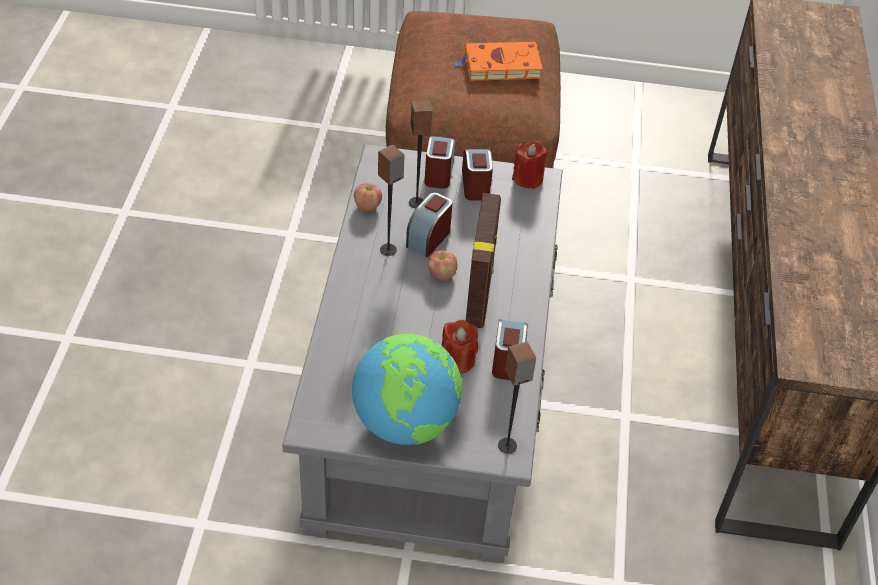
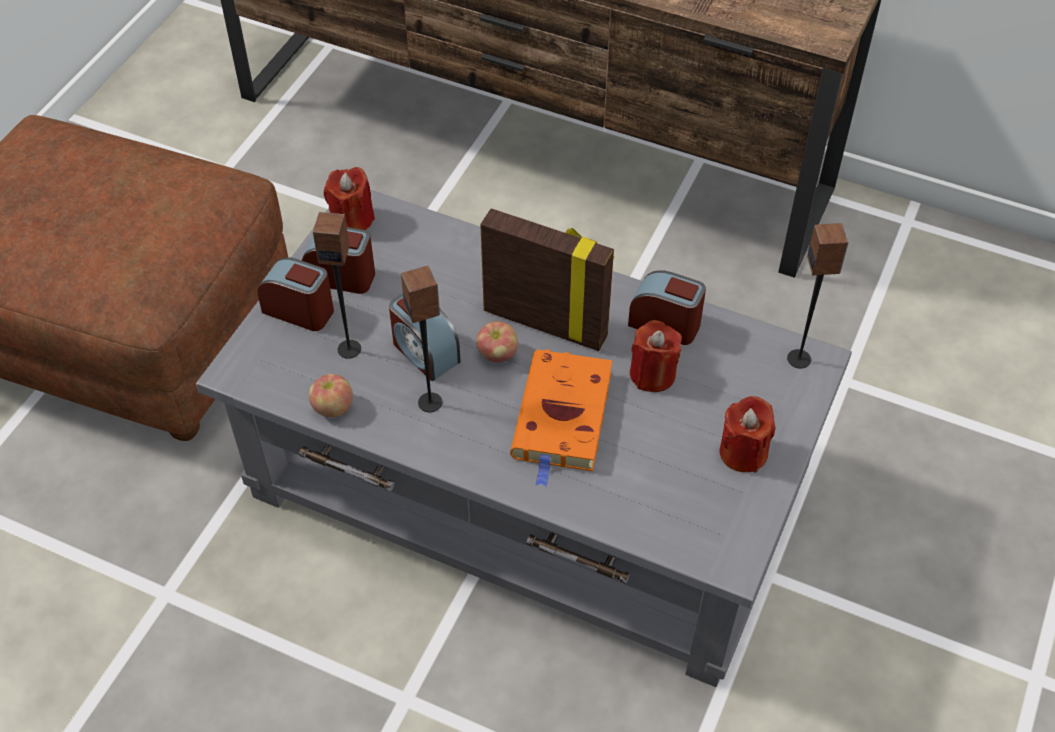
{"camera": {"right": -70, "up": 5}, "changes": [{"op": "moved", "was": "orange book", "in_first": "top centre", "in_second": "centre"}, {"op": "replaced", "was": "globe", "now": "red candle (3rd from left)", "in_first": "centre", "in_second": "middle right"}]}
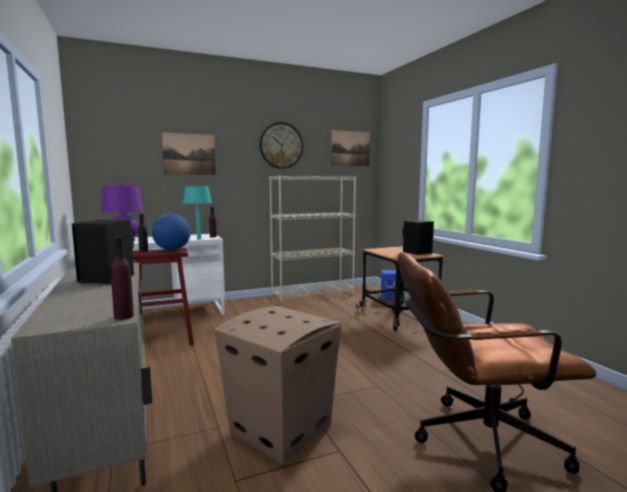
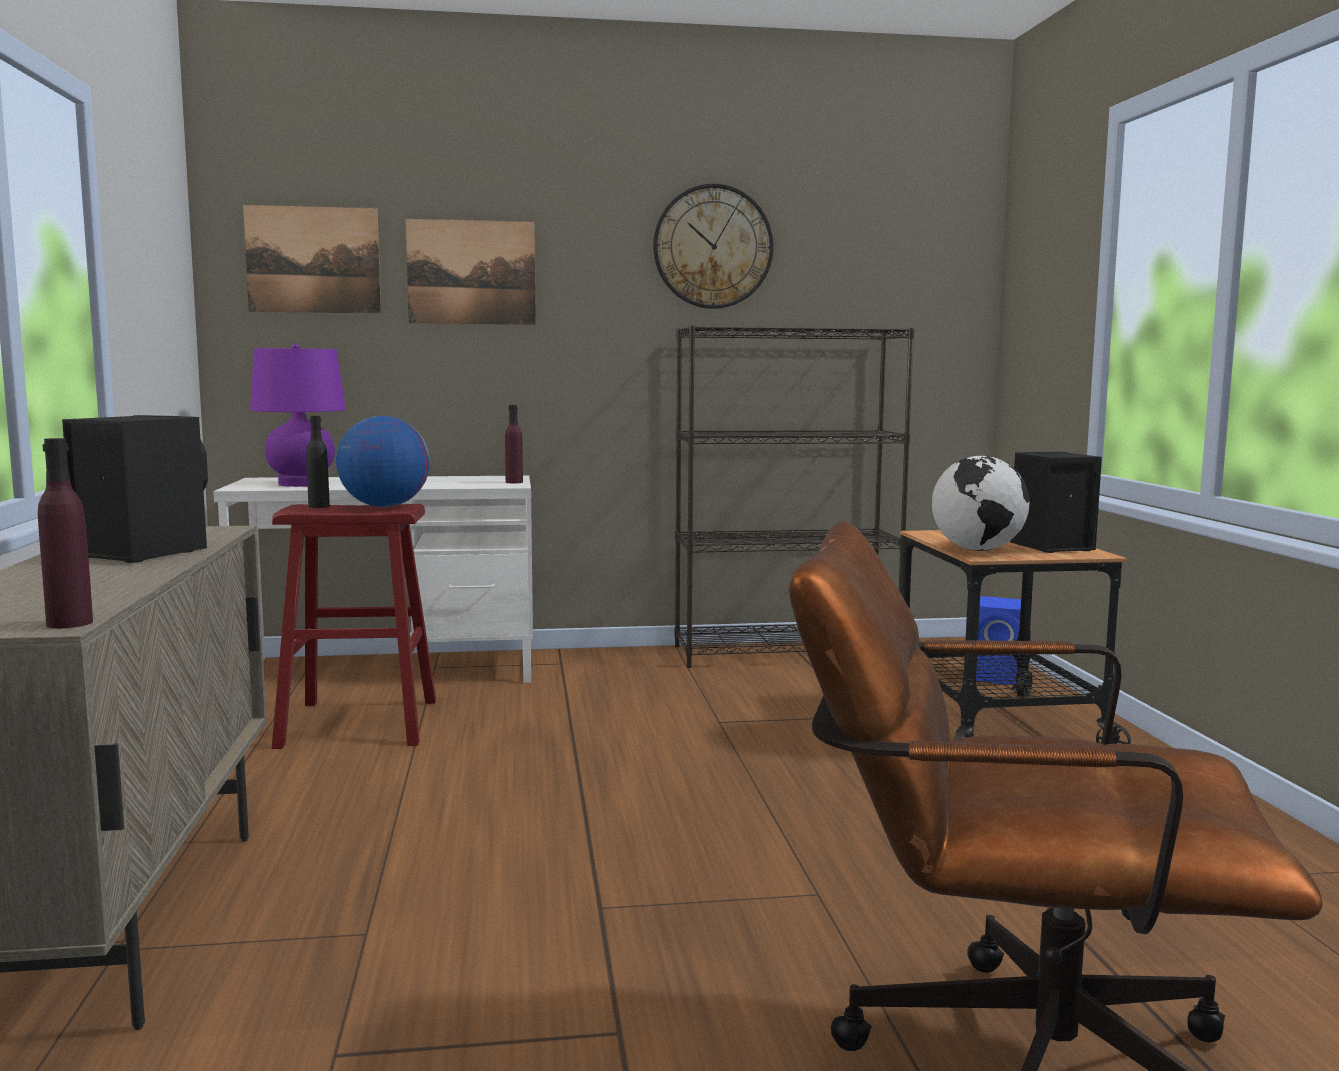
{"camera": {"right": 15, "up": 0}, "changes": [{"op": "removed", "was": "turquoise-coloured tabletop lamp", "in_first": "middle left"}, {"op": "removed", "was": "cardboard box", "in_first": "bottom centre"}, {"op": "added", "now": "globe (2nd from left)", "in_second": "middle right"}, {"op": "moved", "was": "wall art (2nd from left in the first image)", "now": "wall art (1st from left)", "in_first": "top centre", "in_second": "top left"}, {"op": "recoloured", "was": "beige-coloured shelving unit", "now": "black-coloured shelving unit", "in_first": "centre", "in_second": "centre"}]}
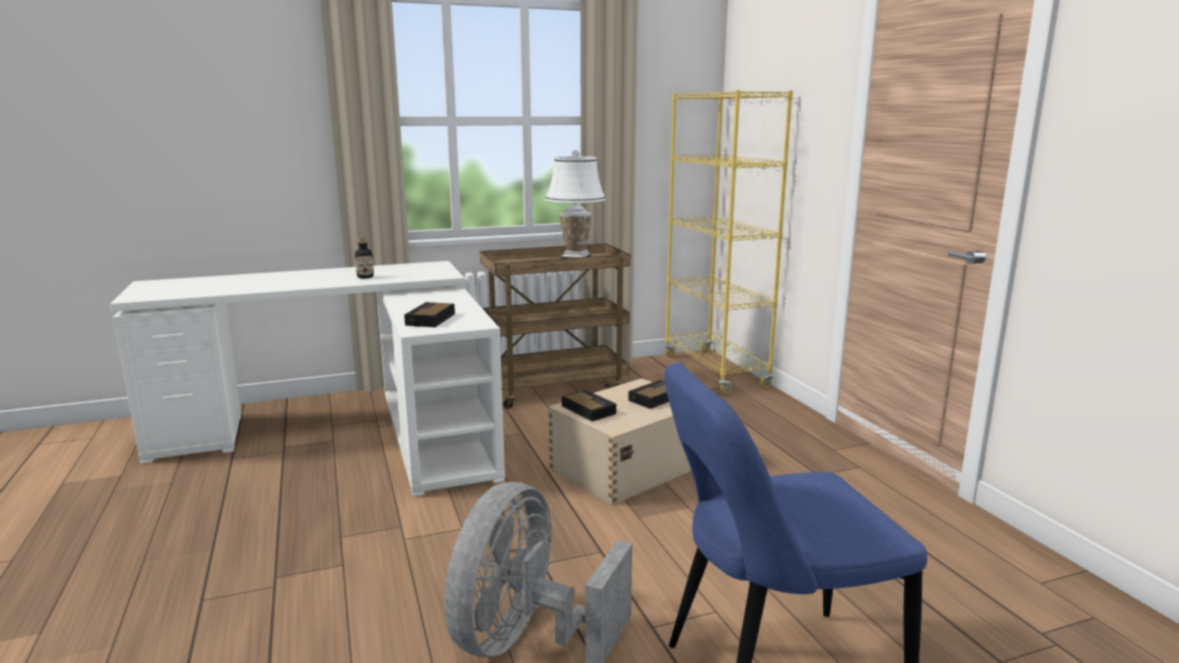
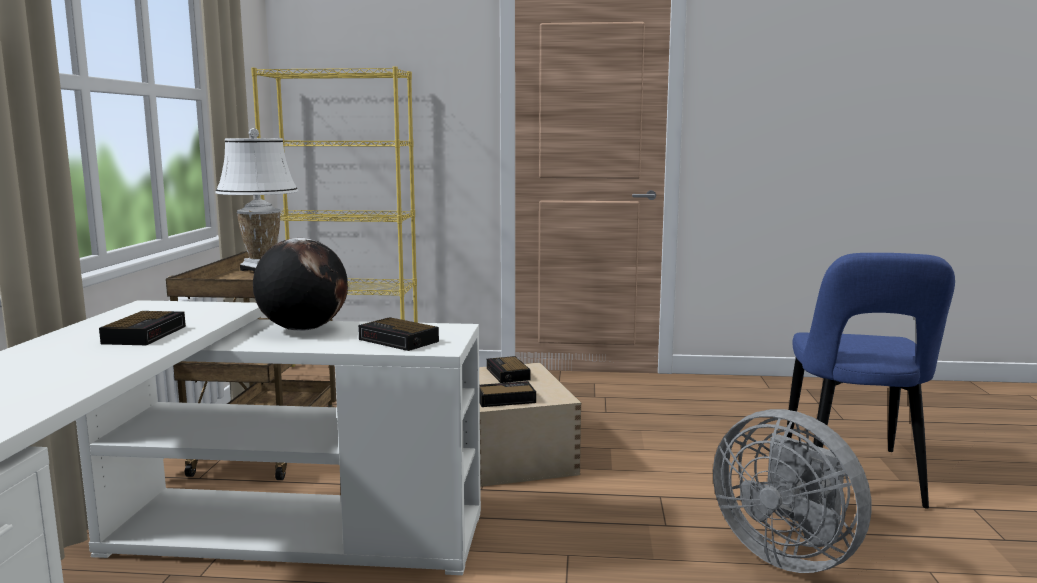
{"camera": {"right": -65, "up": -5}, "changes": [{"op": "added", "now": "globe", "in_second": "middle left"}, {"op": "replaced", "was": "drink bottle", "now": "alarm clock (1st from left)", "in_first": "middle left", "in_second": "middle left"}]}
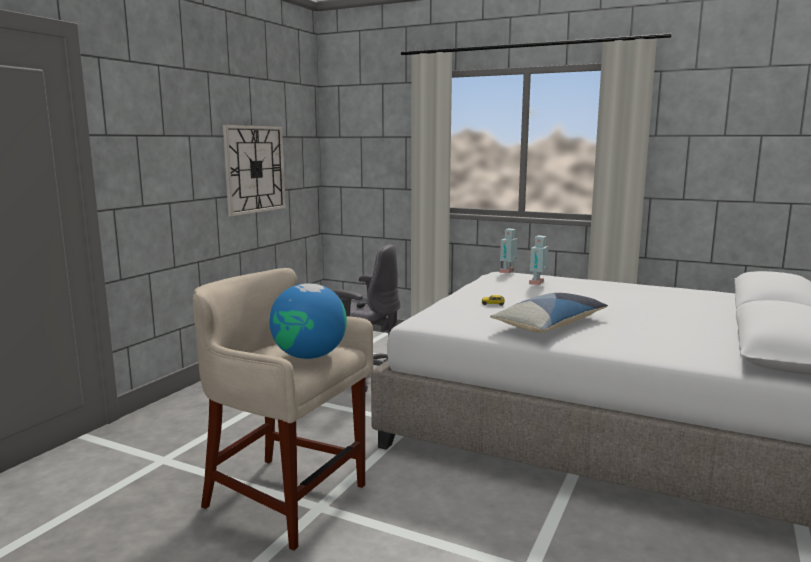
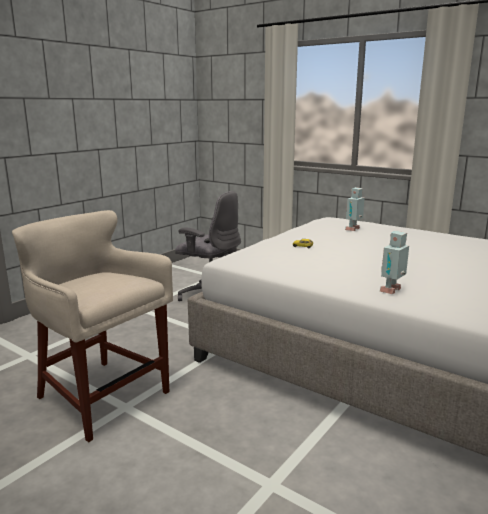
{"camera": {"right": 10, "up": 5}, "changes": [{"op": "removed", "was": "wall clock", "in_first": "top left"}, {"op": "removed", "was": "globe", "in_first": "centre"}, {"op": "removed", "was": "pillow", "in_first": "middle right"}, {"op": "moved", "was": "model robot (1st from left in the first image)", "now": "model robot (2nd from left)", "in_first": "centre", "in_second": "middle right"}]}
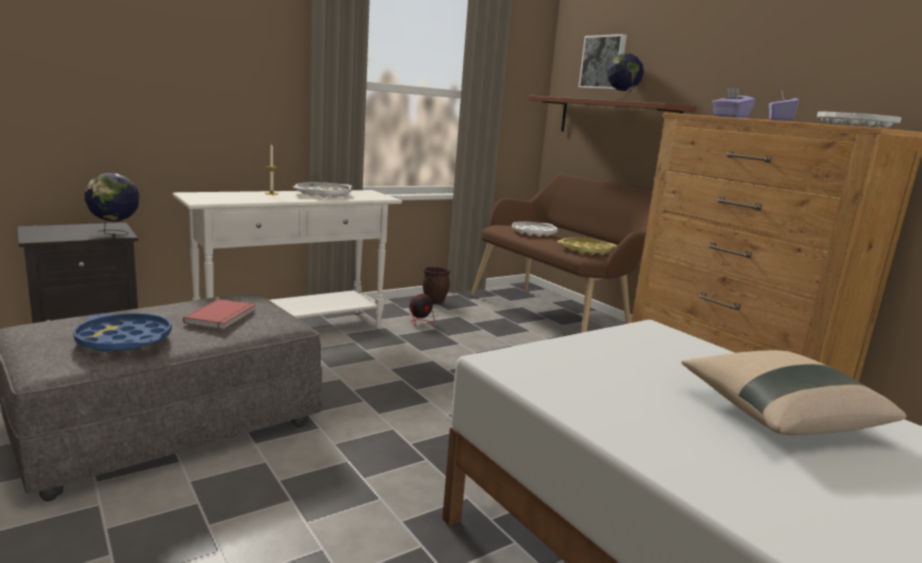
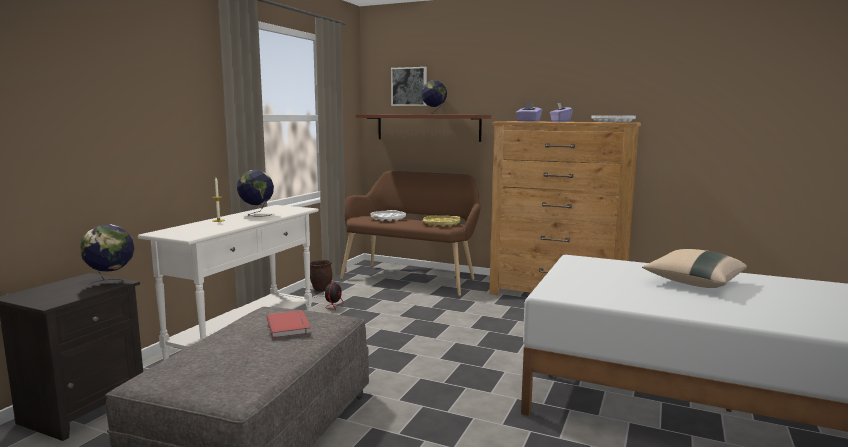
{"camera": {"right": -30, "up": -5}, "changes": [{"op": "removed", "was": "blue-coloured tray", "in_first": "middle left"}, {"op": "replaced", "was": "white tray (1st from left)", "now": "globe (2nd from left)", "in_first": "centre", "in_second": "middle left"}]}
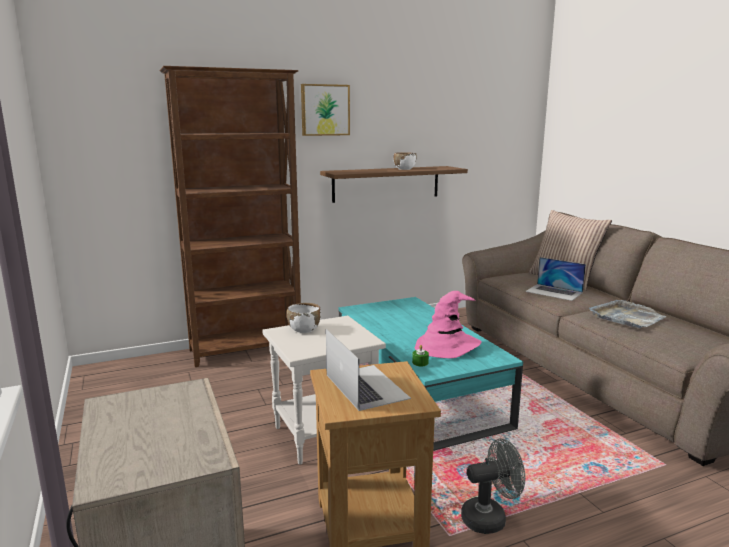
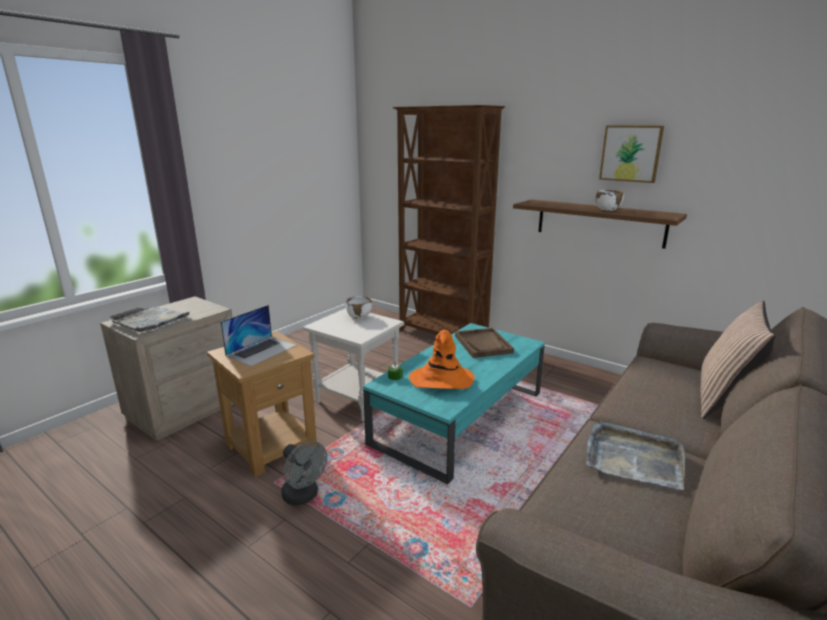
{"camera": {"right": 60, "up": 5}, "changes": [{"op": "removed", "was": "laptop (2nd from left)", "in_first": "middle right"}, {"op": "added", "now": "grey tray (1st from left)", "in_second": "middle left"}, {"op": "added", "now": "brown tray", "in_second": "centre"}, {"op": "moved", "was": "wall art", "in_first": "top centre", "in_second": "top right"}, {"op": "recoloured", "was": "pink clothing hat", "now": "orange clothing hat", "in_first": "centre", "in_second": "centre"}]}
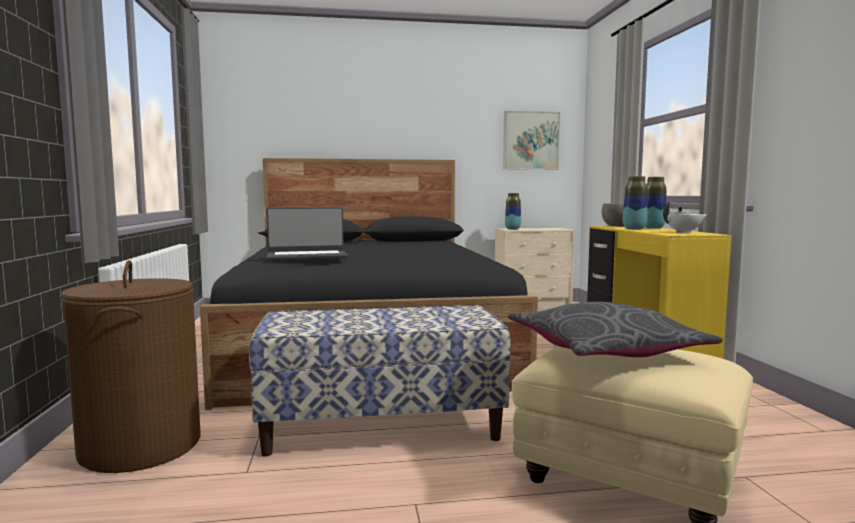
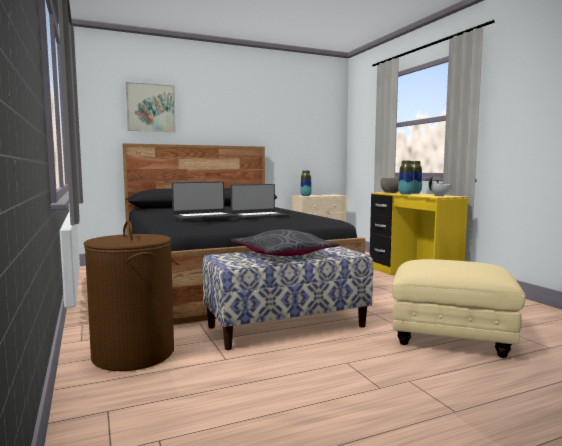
{"camera": {"right": -15, "up": 0}, "changes": [{"op": "added", "now": "laptop (2nd from left)", "in_second": "centre"}, {"op": "moved", "was": "wall art", "in_first": "top centre", "in_second": "top left"}, {"op": "moved", "was": "grey pillow", "in_first": "middle right", "in_second": "centre"}]}
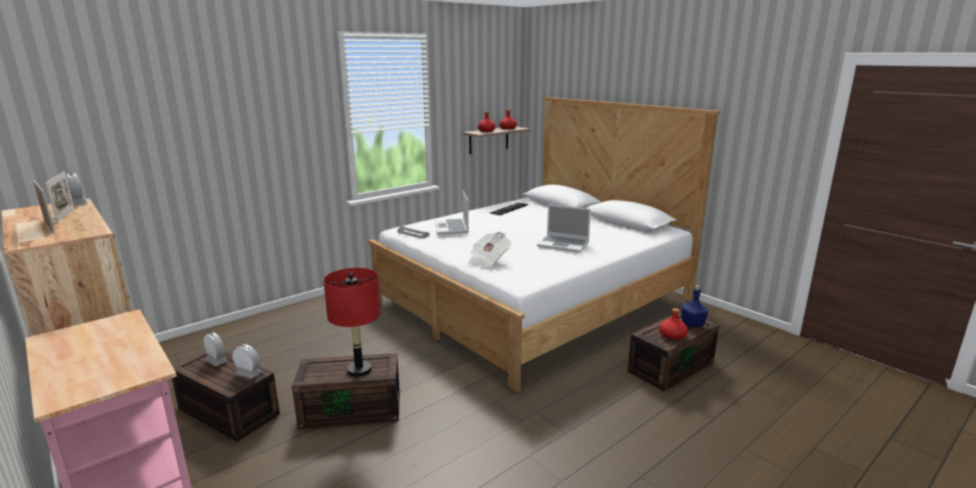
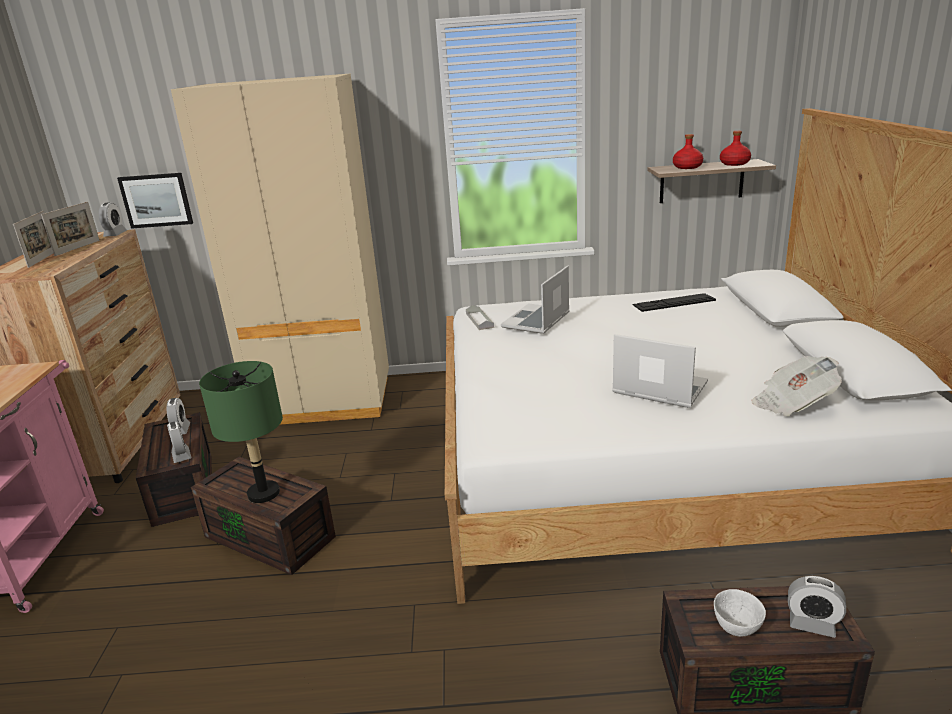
{"camera": {"right": 40, "up": 5}, "changes": [{"op": "added", "now": "wall art", "in_second": "top left"}, {"op": "added", "now": "beige-coloured wardrobe", "in_second": "middle left"}, {"op": "moved", "was": "daily paper", "in_first": "centre", "in_second": "middle right"}, {"op": "replaced", "was": "red drink bottle (3rd from left)", "now": "white bowl", "in_first": "middle right", "in_second": "bottom right"}, {"op": "replaced", "was": "blue-coloured drink bottle", "now": "alarm clock (4th from left)", "in_first": "middle right", "in_second": "bottom right"}, {"op": "recoloured", "was": "red tabletop lamp", "now": "greenish tabletop lamp", "in_first": "centre", "in_second": "middle left"}, {"op": "turned", "was": "laptop (2nd from left)", "in_first": "centre", "in_second": "middle right", "clockwise": 150}]}
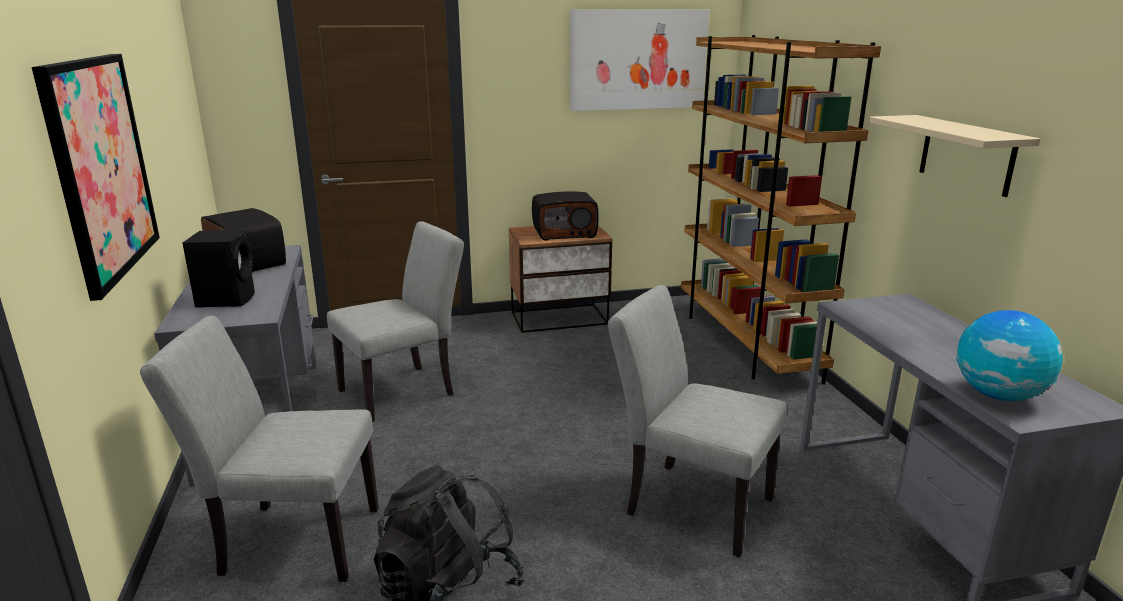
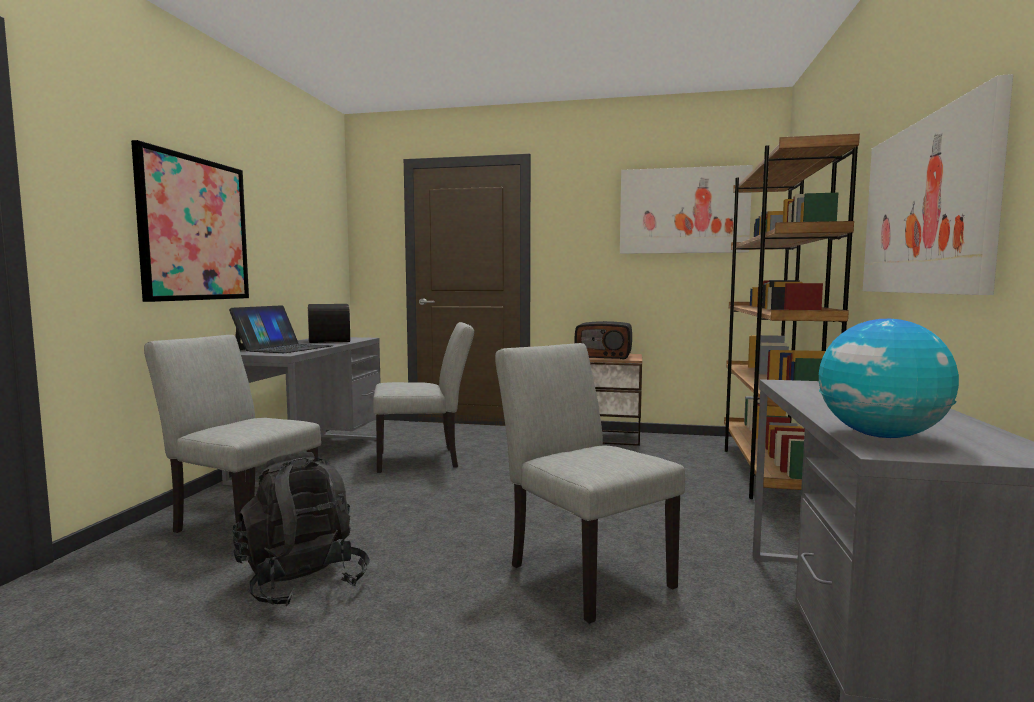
{"camera": {"right": 25, "up": -15}, "changes": [{"op": "replaced", "was": "black-coloured audio speaker", "now": "laptop", "in_first": "middle left", "in_second": "middle left"}, {"op": "replaced", "was": "beige-coloured bracket shelf", "now": "wall art (3rd from left)", "in_first": "top right", "in_second": "top right"}]}
